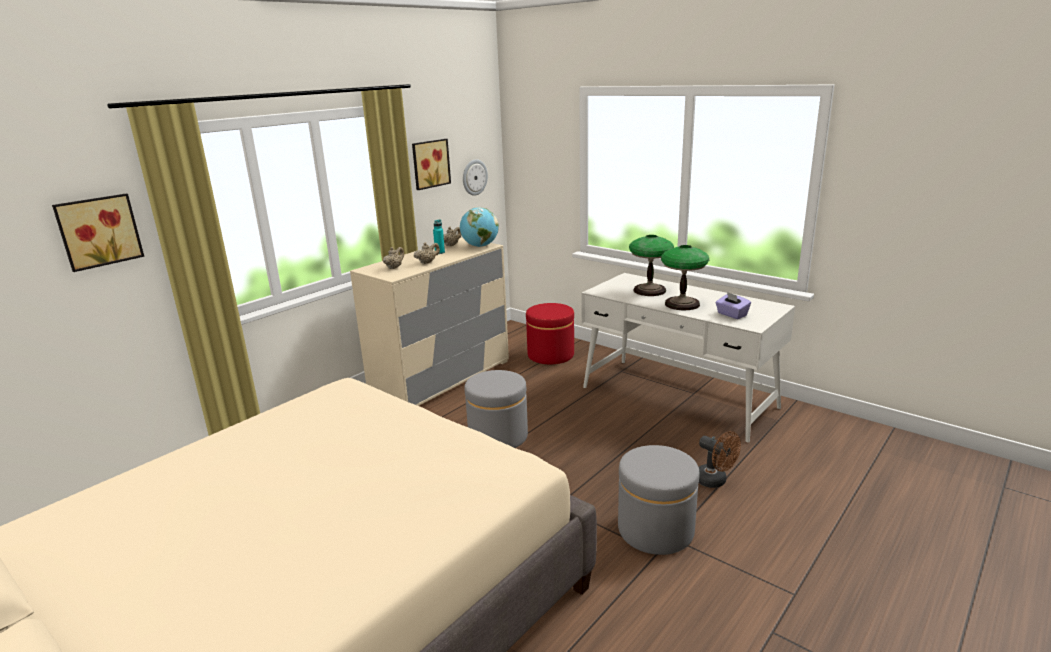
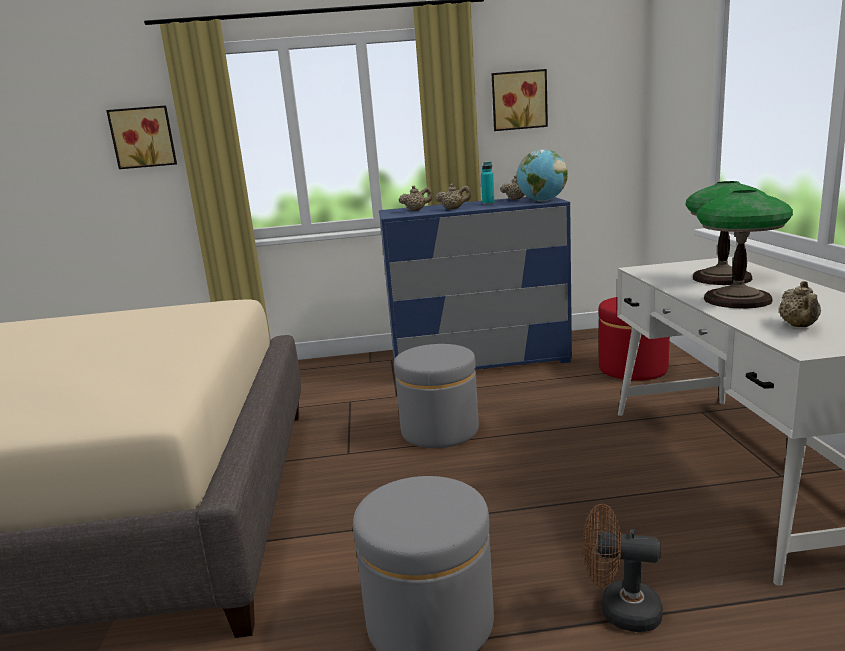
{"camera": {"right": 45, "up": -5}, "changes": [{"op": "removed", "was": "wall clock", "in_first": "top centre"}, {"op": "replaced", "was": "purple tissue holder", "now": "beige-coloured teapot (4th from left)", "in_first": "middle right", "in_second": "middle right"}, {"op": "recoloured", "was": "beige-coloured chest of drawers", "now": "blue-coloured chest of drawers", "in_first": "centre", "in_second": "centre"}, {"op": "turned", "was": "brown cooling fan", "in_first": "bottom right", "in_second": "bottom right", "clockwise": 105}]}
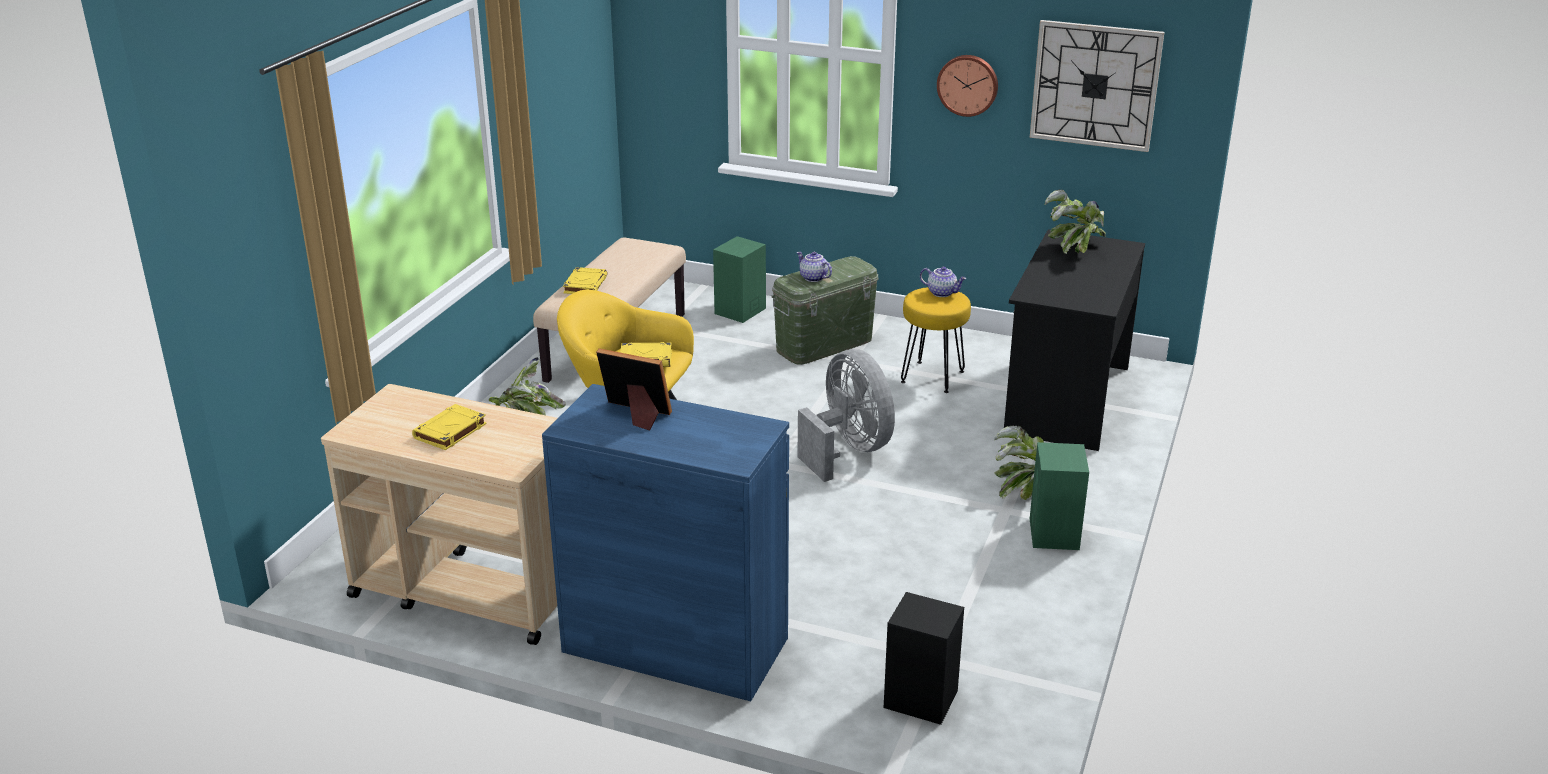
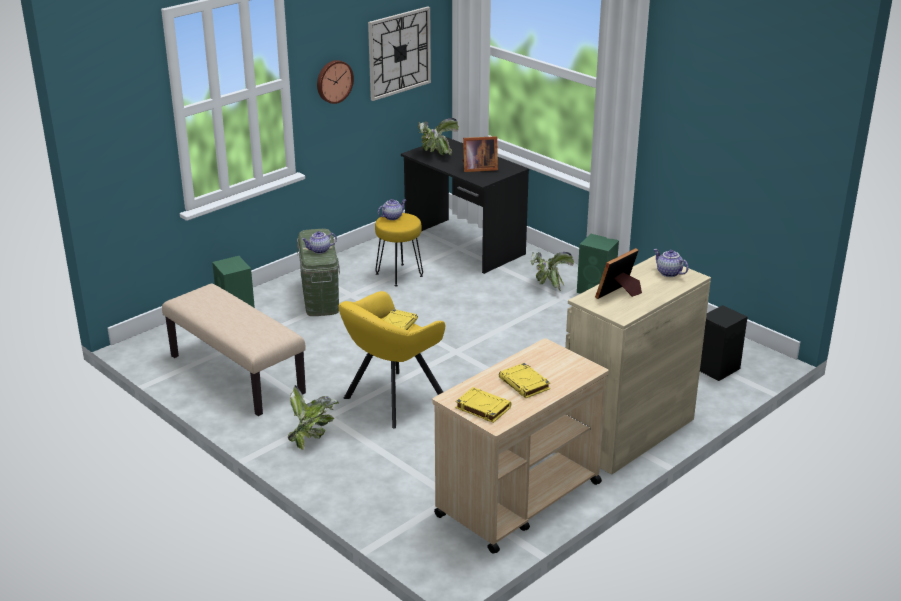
{"camera": {"right": -65, "up": 0}, "changes": [{"op": "removed", "was": "grey cooling fan", "in_first": "centre"}, {"op": "added", "now": "picture frame (1st from left)", "in_second": "top centre"}, {"op": "added", "now": "teapot (3rd from left)", "in_second": "middle right"}, {"op": "moved", "was": "yellow-coloured book (2nd from left)", "in_first": "centre", "in_second": "bottom centre"}, {"op": "recoloured", "was": "blue-coloured cupboard", "now": "beige-coloured cupboard", "in_first": "bottom centre", "in_second": "middle right"}]}
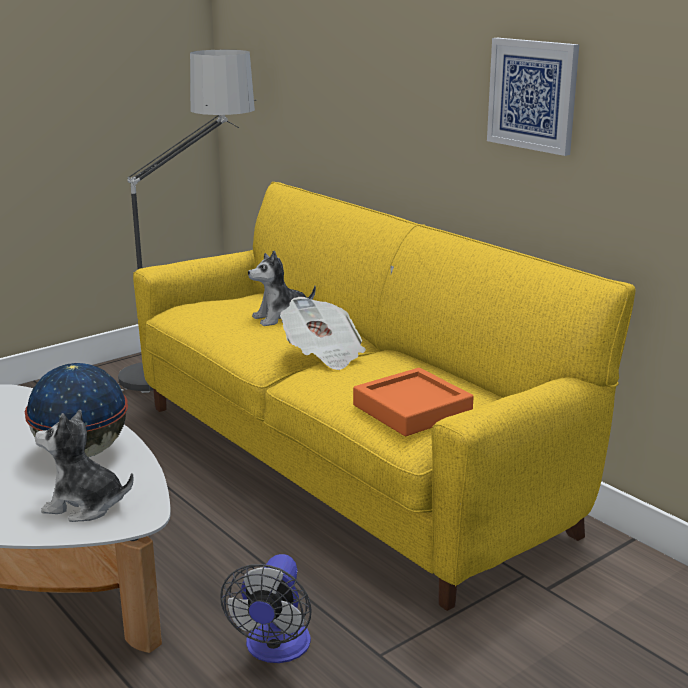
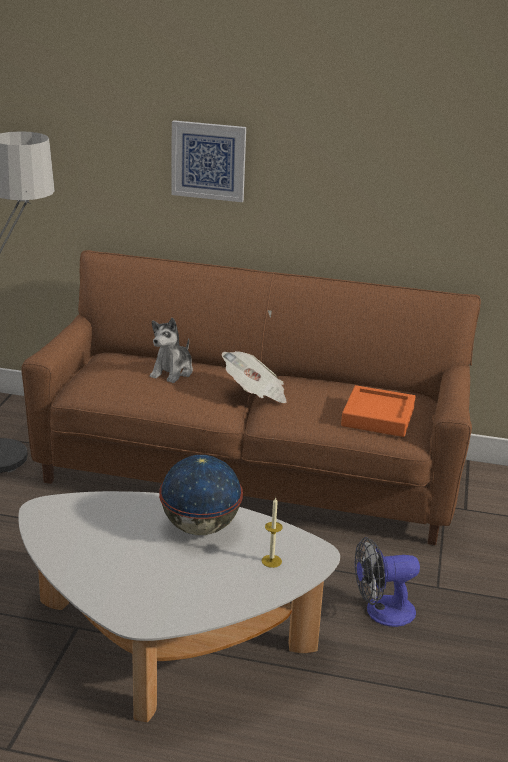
{"camera": {"right": -40, "up": 5}, "changes": [{"op": "moved", "was": "wall art", "in_first": "top right", "in_second": "top centre"}, {"op": "replaced", "was": "plush toy (1st from left)", "now": "candle", "in_first": "bottom left", "in_second": "bottom centre"}, {"op": "recoloured", "was": "yellow-coloured settee", "now": "brown settee", "in_first": "centre", "in_second": "centre"}, {"op": "turned", "was": "cooling fan", "in_first": "bottom centre", "in_second": "bottom right", "clockwise": 105}]}
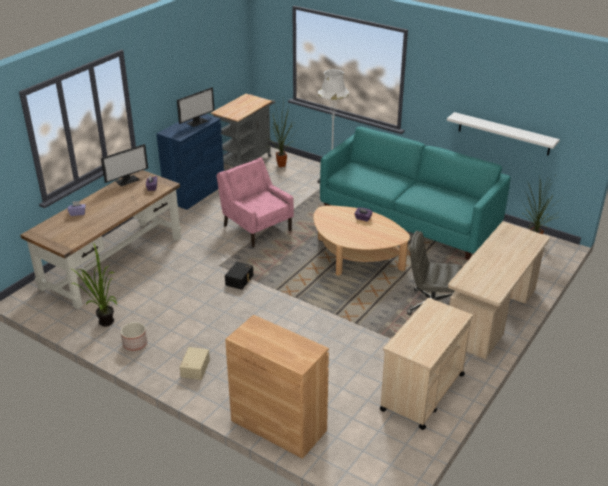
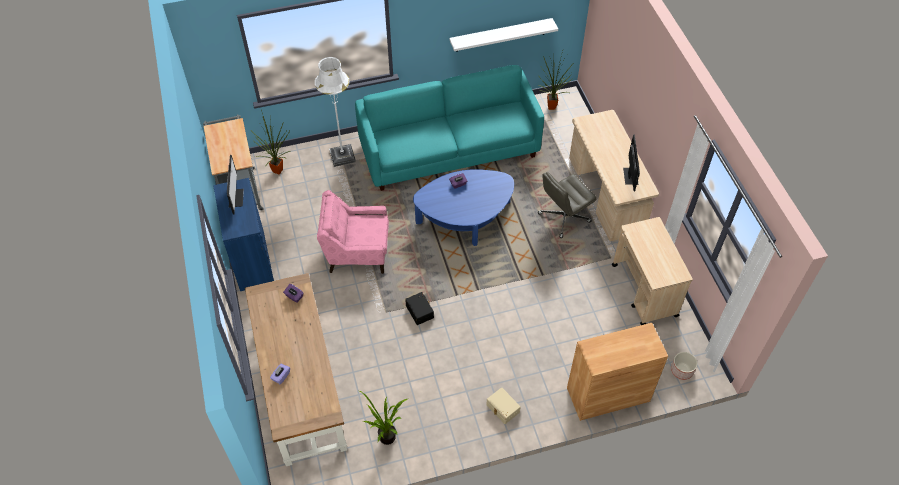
{"camera": {"right": -50, "up": 20}, "changes": [{"op": "moved", "was": "computer screen (1st from left in the first image)", "now": "computer screen (2nd from left)", "in_first": "middle left", "in_second": "middle right"}, {"op": "moved", "was": "flower pot", "in_first": "bottom left", "in_second": "bottom right"}, {"op": "recoloured", "was": "beige-coloured lounge table", "now": "blue-coloured lounge table", "in_first": "centre", "in_second": "centre"}]}
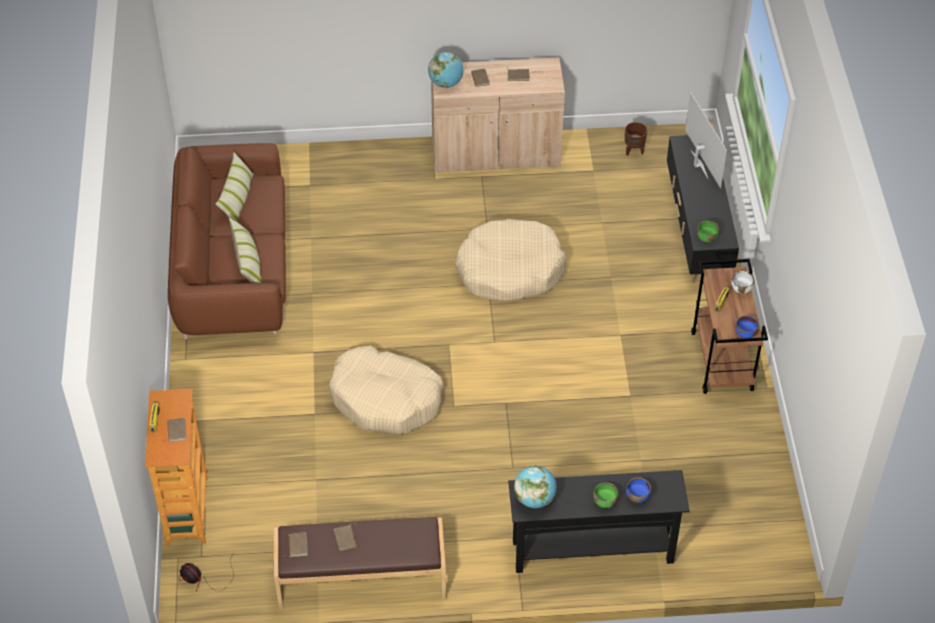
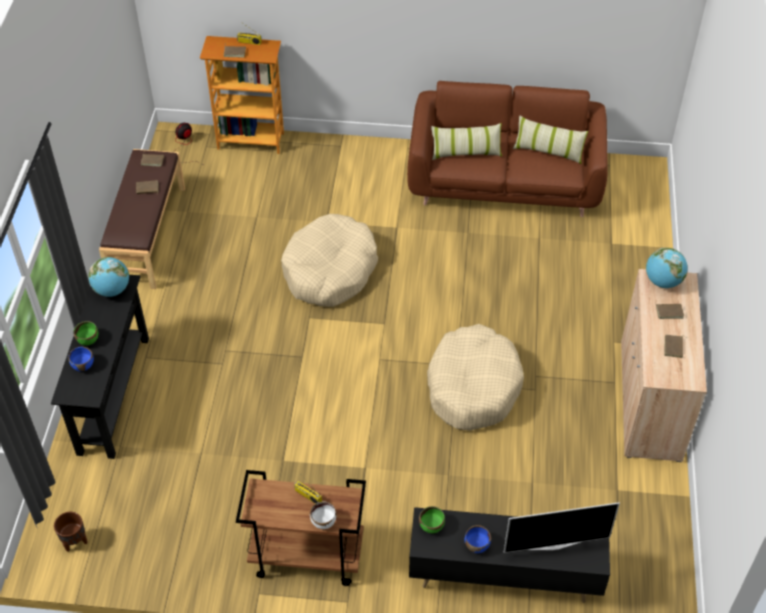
{"camera": {"right": 100, "up": 0}, "changes": [{"op": "moved", "was": "brown flower pot", "in_first": "top right", "in_second": "bottom left"}, {"op": "moved", "was": "blue-coloured bowl (2nd from left)", "in_first": "middle right", "in_second": "bottom centre"}]}
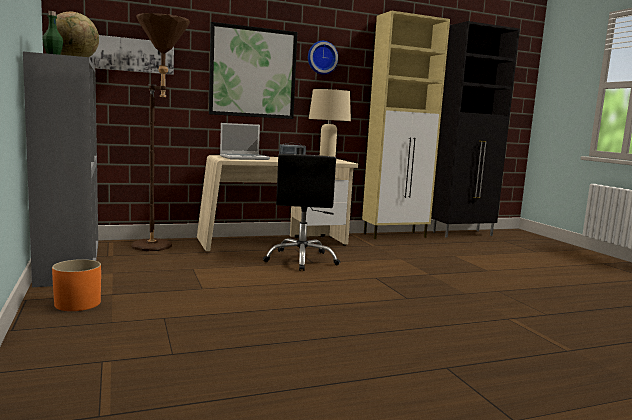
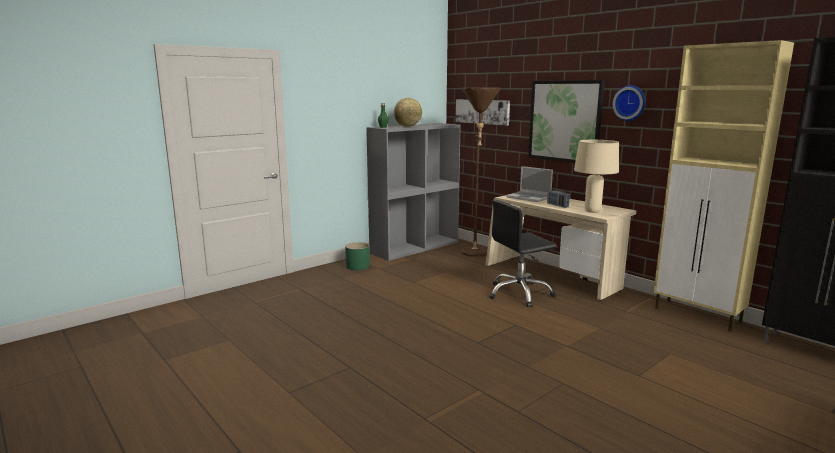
{"camera": {"right": 70, "up": 5}, "changes": [{"op": "recoloured", "was": "orange flower pot", "now": "greenish flower pot", "in_first": "bottom left", "in_second": "centre"}]}
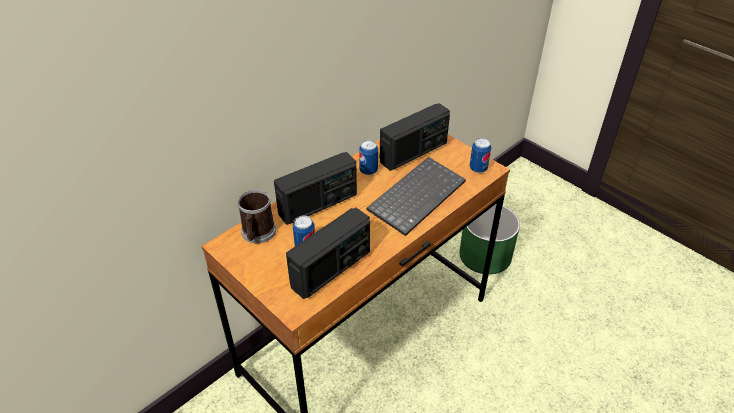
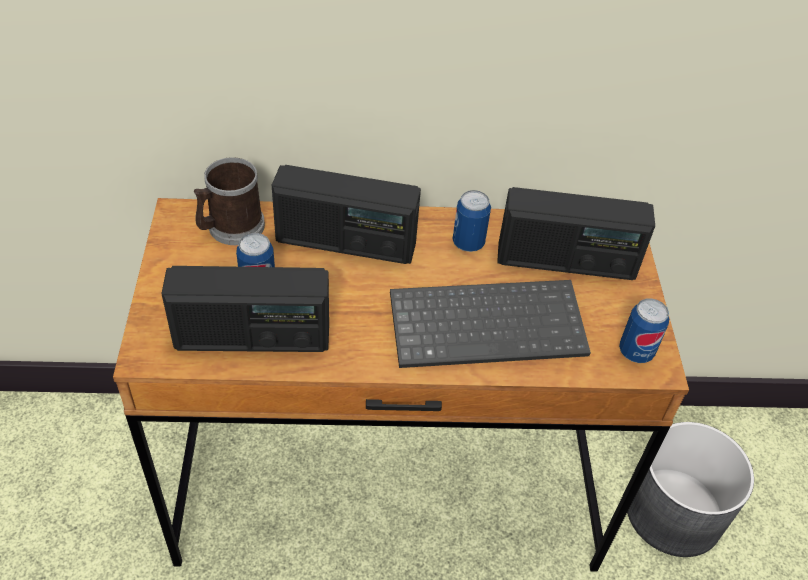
{"camera": {"right": 40, "up": 5}, "changes": [{"op": "recoloured", "was": "greenish flower pot", "now": "grey flower pot", "in_first": "centre", "in_second": "bottom right"}]}
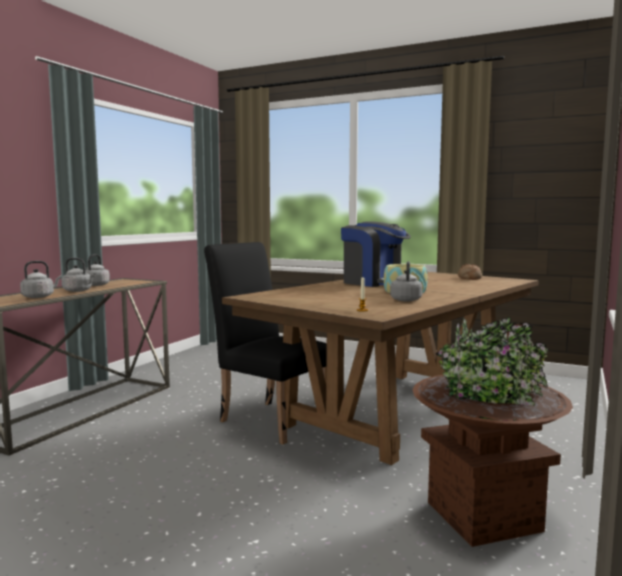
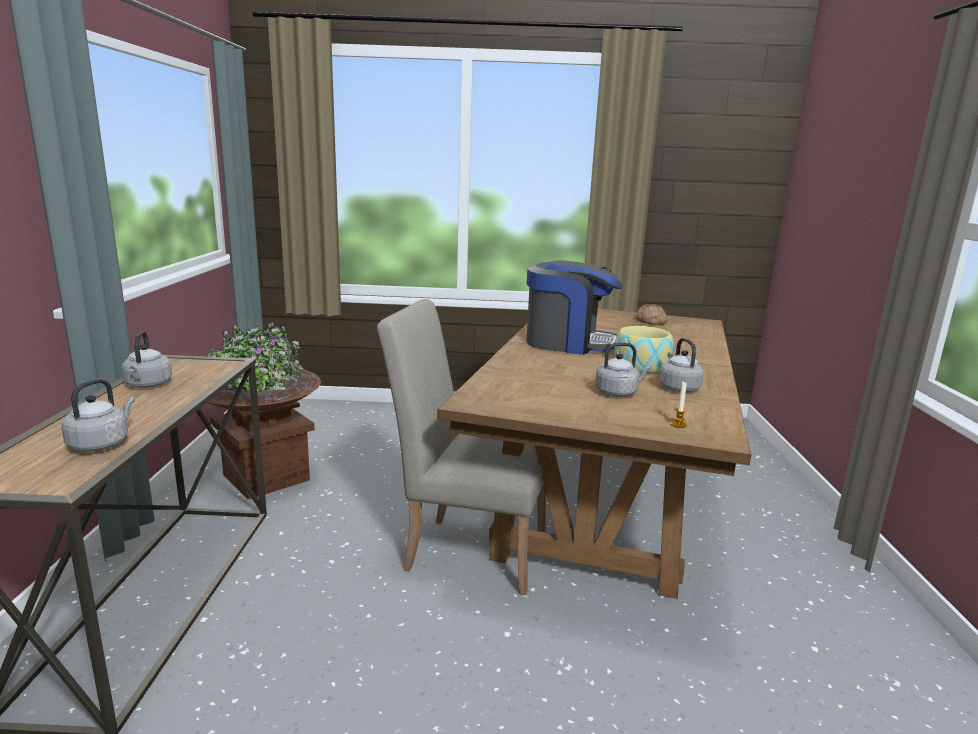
{"camera": {"right": -25, "up": 10}, "changes": [{"op": "moved", "was": "grey kettle (2nd from left in the first image)", "now": "grey kettle (3rd from left)", "in_first": "middle left", "in_second": "centre"}, {"op": "moved", "was": "brown flower pot", "in_first": "bottom right", "in_second": "middle left"}, {"op": "recoloured", "was": "black-coloured plain chair", "now": "beige-coloured plain chair", "in_first": "centre", "in_second": "centre"}]}
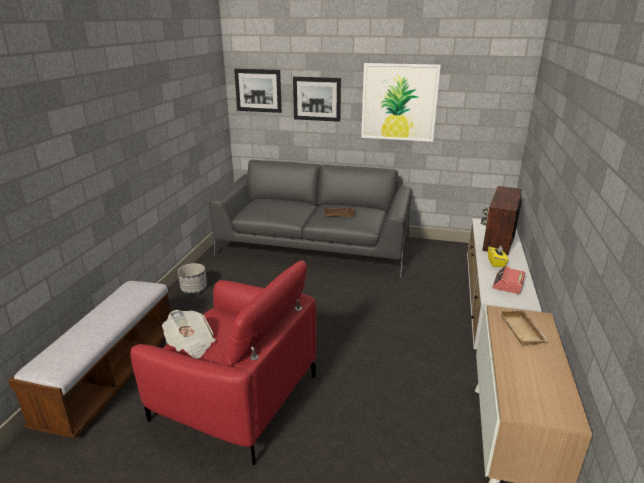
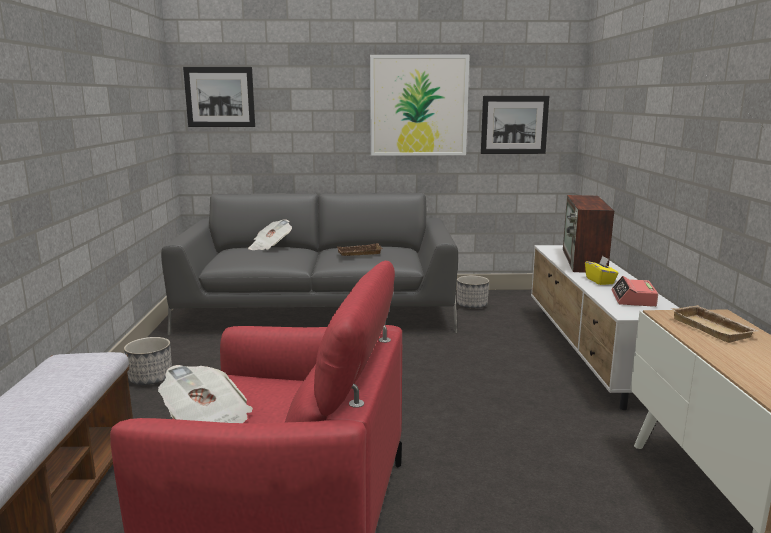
{"camera": {"right": -15, "up": -10}, "changes": [{"op": "added", "now": "daily paper (2nd from left)", "in_second": "centre"}, {"op": "added", "now": "flower pot (2nd from left)", "in_second": "centre"}, {"op": "moved", "was": "wall art (2nd from left in the first image)", "now": "wall art (3rd from left)", "in_first": "top centre", "in_second": "top right"}]}
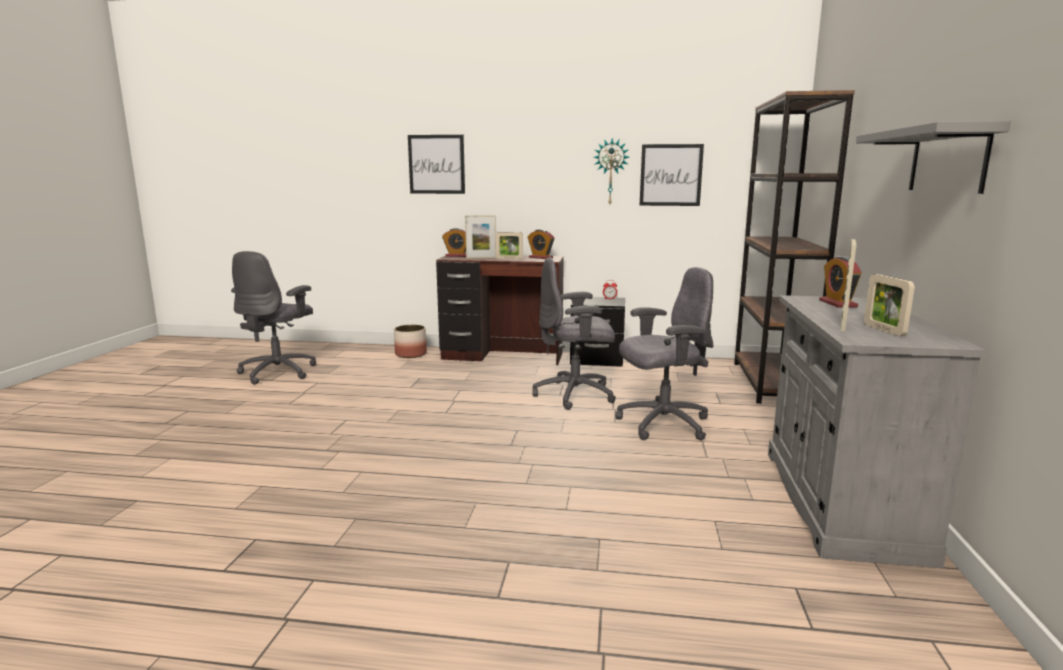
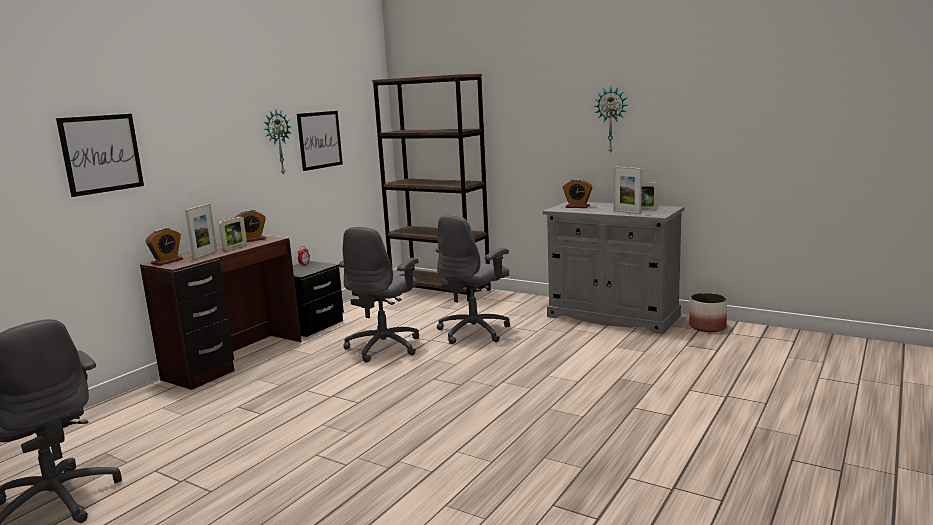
{"camera": {"right": -65, "up": 0}, "changes": [{"op": "moved", "was": "flower pot", "in_first": "centre", "in_second": "middle right"}, {"op": "replaced", "was": "grey bracket shelf", "now": "wall clock (2nd from left)", "in_first": "top right", "in_second": "top centre"}, {"op": "turned", "was": "grey office chair (3rd from left)", "in_first": "centre", "in_second": "centre", "clockwise": -150}]}
